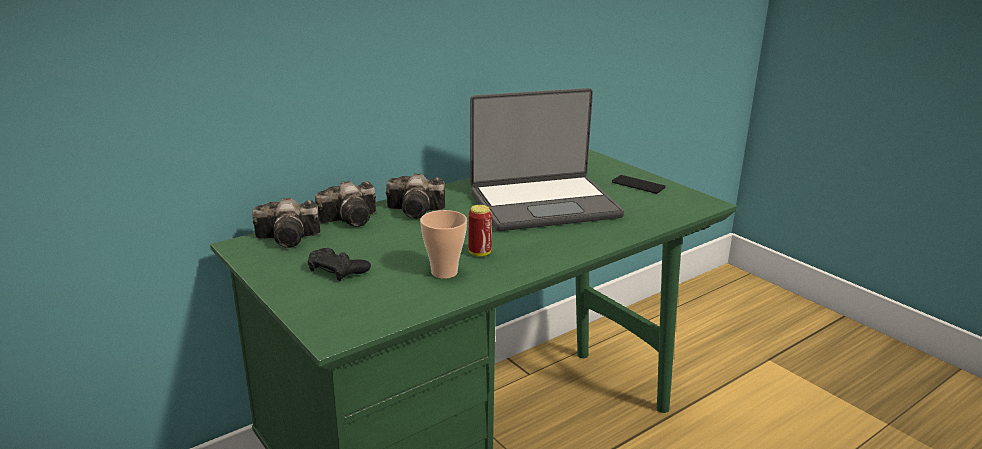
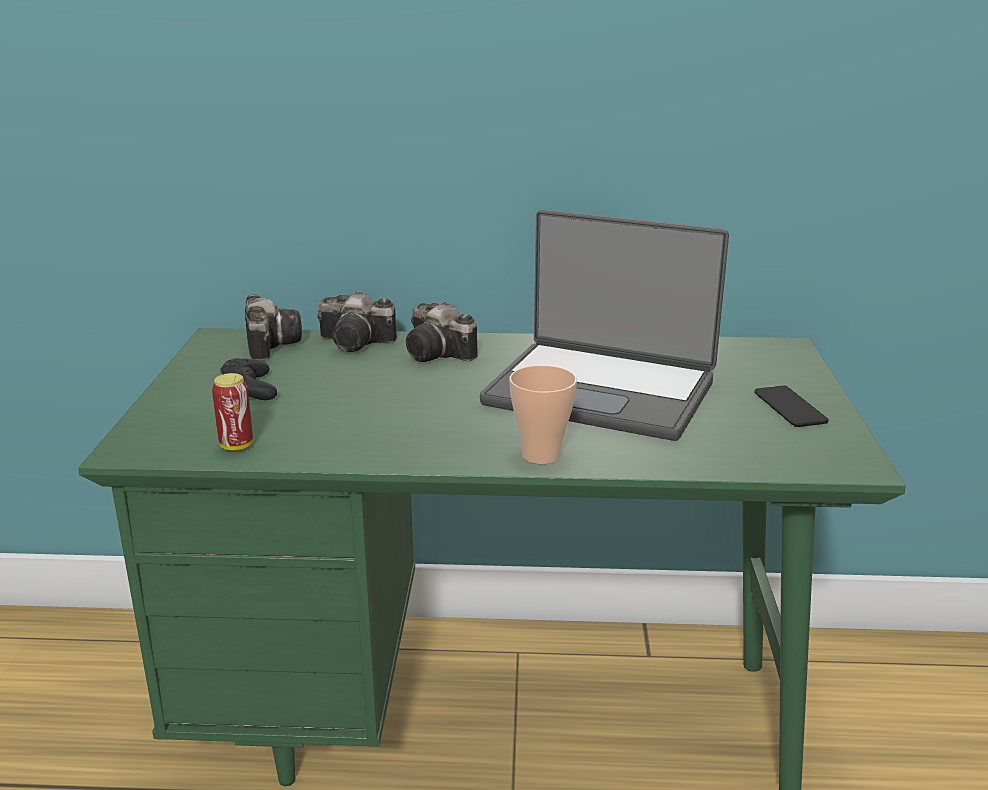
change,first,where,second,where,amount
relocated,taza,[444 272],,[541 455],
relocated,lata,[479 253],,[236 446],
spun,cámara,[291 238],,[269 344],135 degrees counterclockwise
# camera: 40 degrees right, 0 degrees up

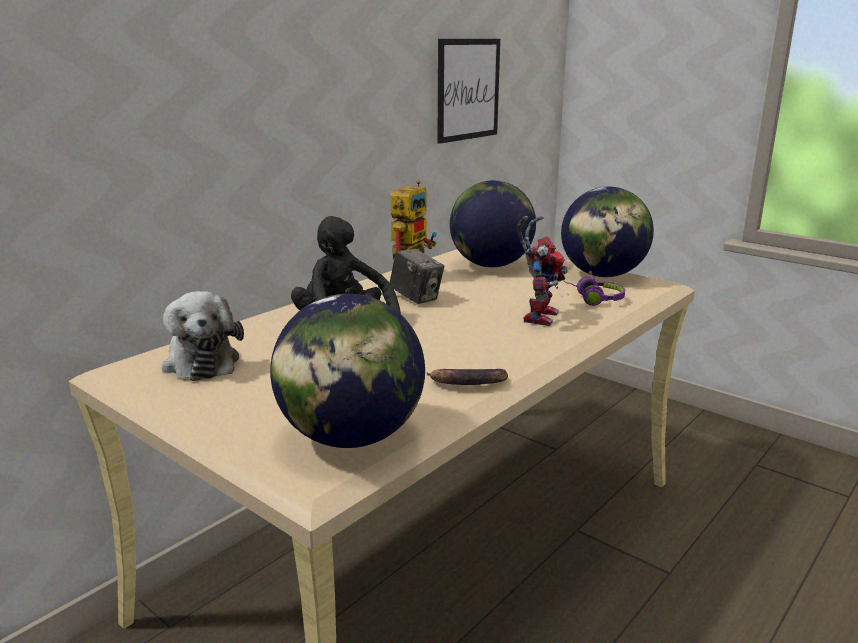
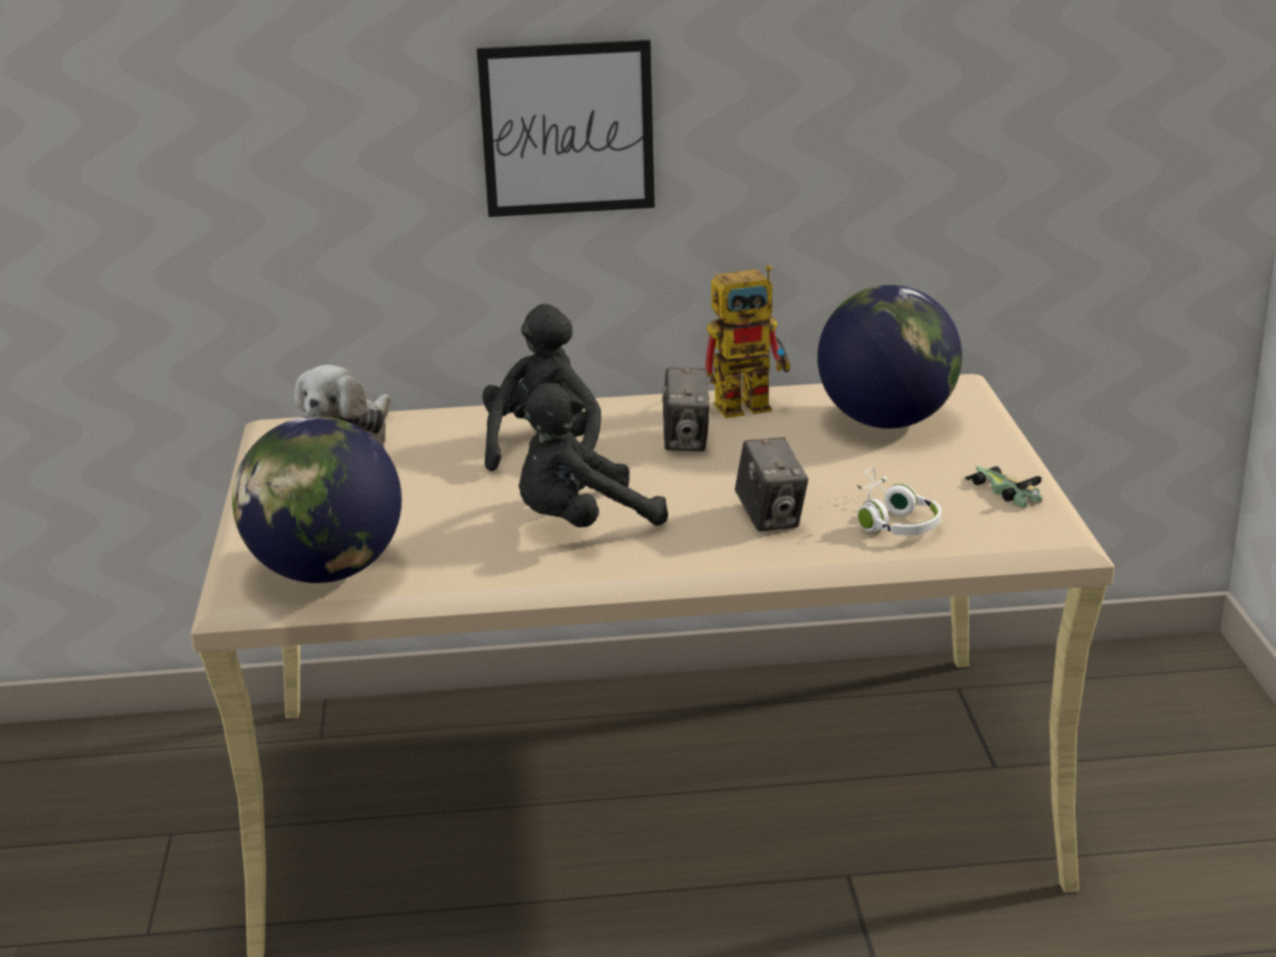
change,first,where,second,where,amount
missing,plátano,[467 383],,,
appeared,,,peluche [negro],[582 524],
relocated,cuadro,[468 89],,[567 129],
exchanged,robot de juguete,[538 315],cámara,[770 518],
exchanged,globo terráqueo,[602 275],coche de juguete,[1005 491],
colour,auriculares [morado],[590 299],auriculares [blanco],[892 520],
# camera: 45 degrees right, 5 degrees up

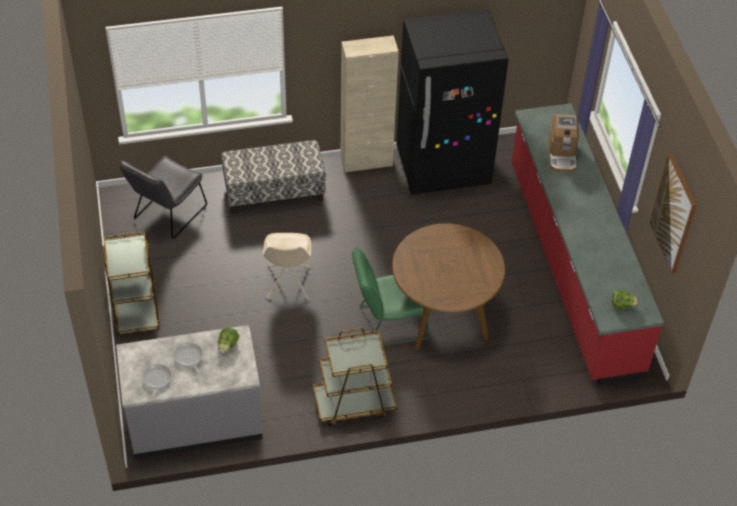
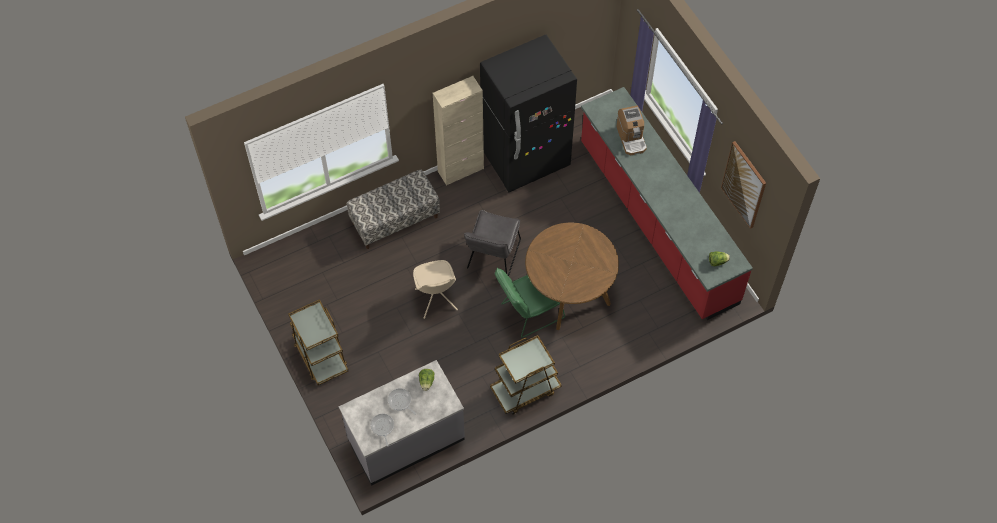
change,first,where,second,where,amount
relocated,silla [gris],[167 215],,[492 257],
# camera: 15 degrees left, 10 degrees up

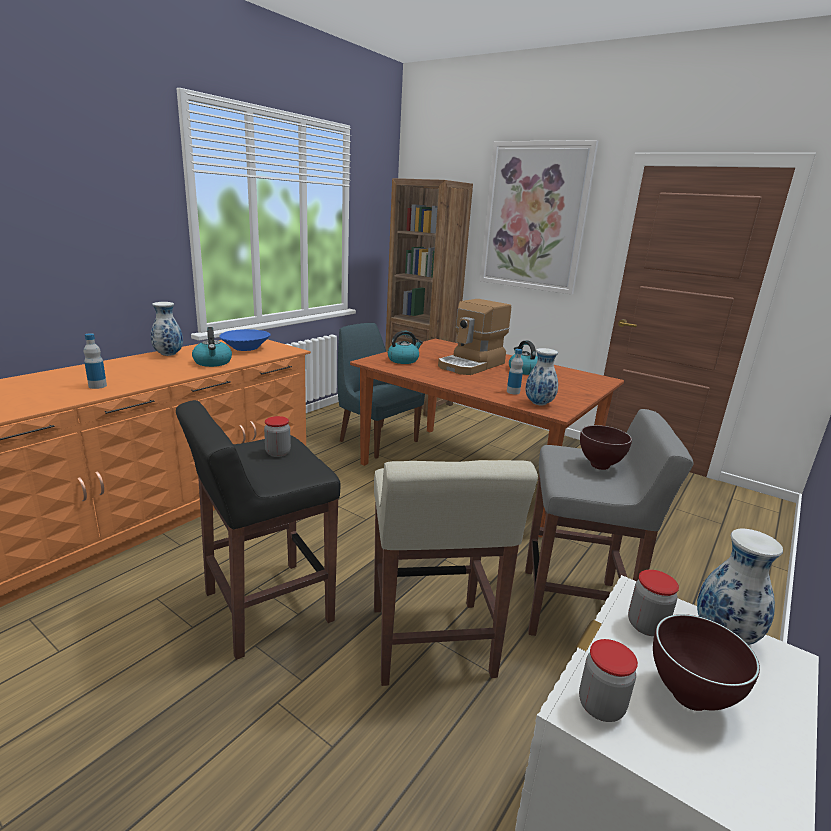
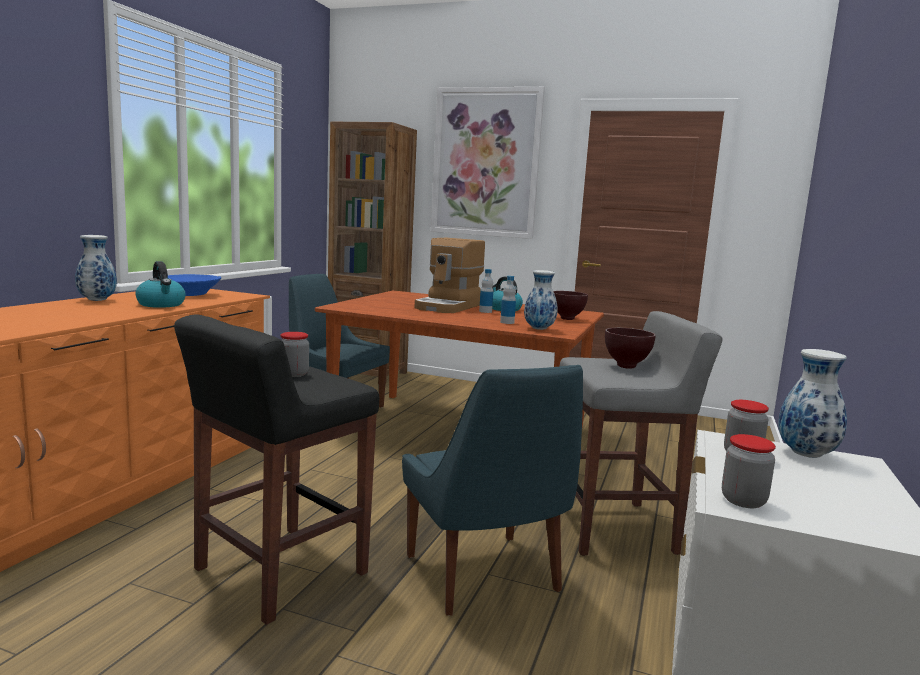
change,first,where,second,where,amount
missing,hervidor,[403 360],,,
relocated,botella,[97 386],,[485 311],
relocated,cuenco [marrón],[686 697],,[566 319],
exchanged,taburete [beis],[431 643],silla [azul],[484 576],
# camera: 15 degrees left, 10 degrees down

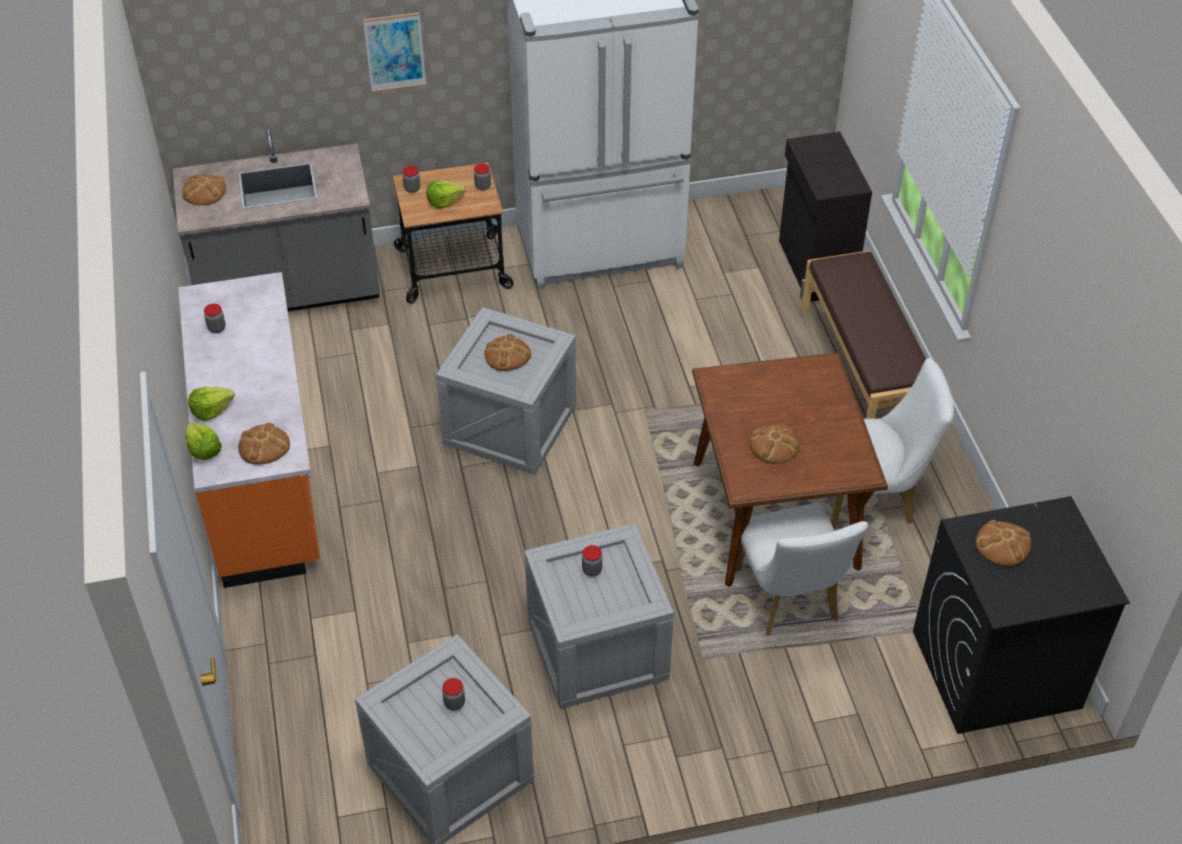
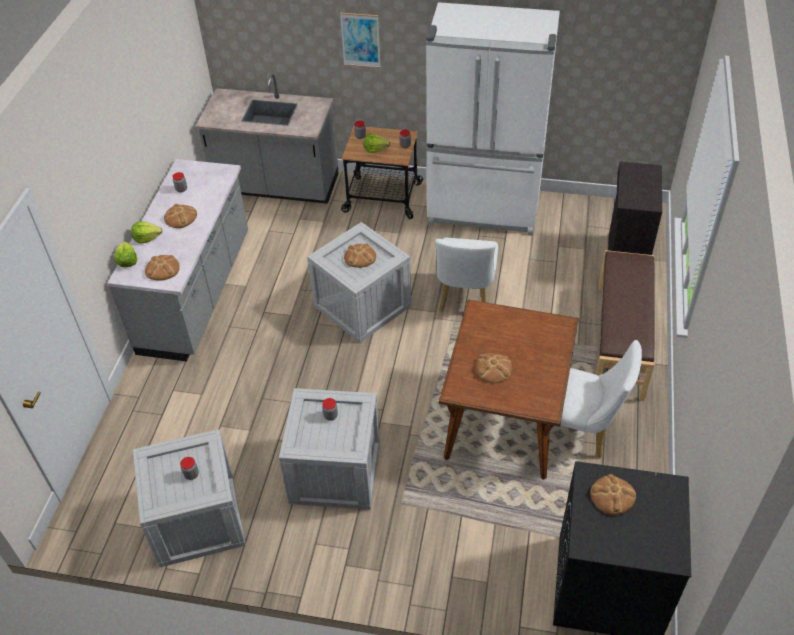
change,first,where,second,where,amount
relocated,pan,[204 191],,[180 217],
relocated,silla [blanco],[790 601],,[465 298],
colour,mueble bajo de cocina [naranja],[264 476],mueble bajo de cocina [gris],[197 293],
# camera: 25 degrees right, 0 degrees up

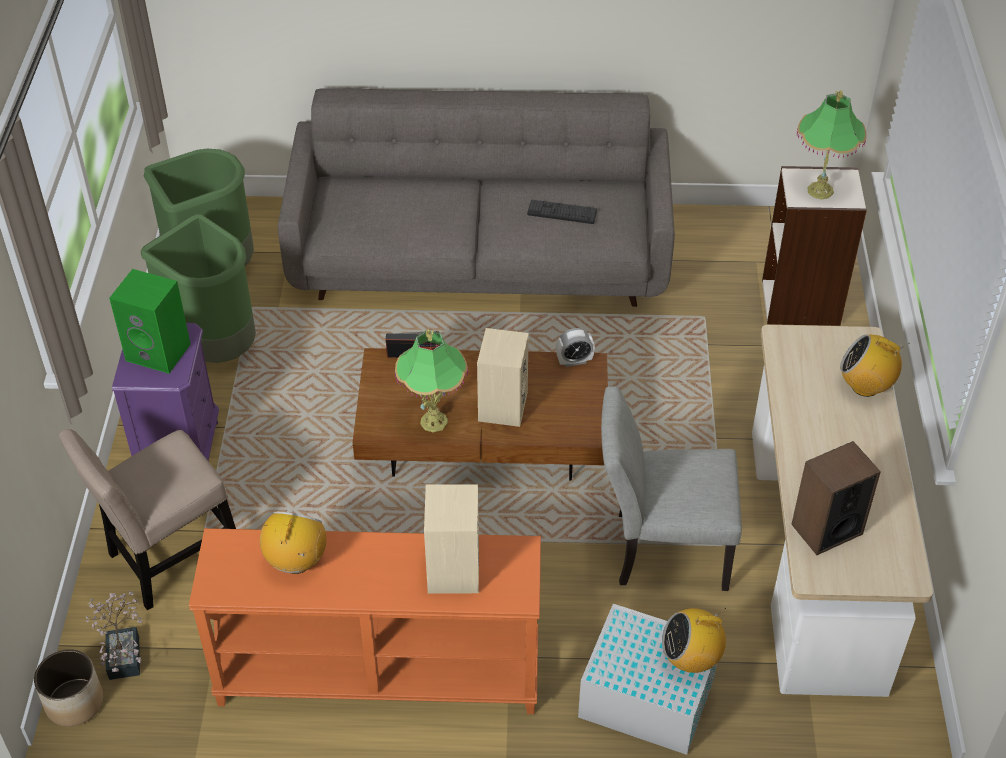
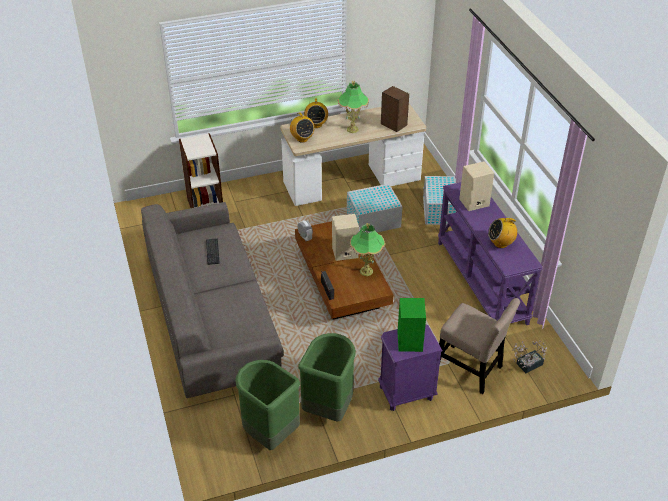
change,first,where,second,where,amount
missing,maceta,[74 703],,,
relocated,radio,[691 659],,[302 139],
relocated,lámpara de mesa,[820 191],,[352 129],
exchanged,silla [gris],[660 549],caja de almacenaje [blanco],[372 220],
colour,mesa consola [naranja],[378 675],mesa consola [morado],[482 282],
# camera: 110 degrees left, 5 degrees down

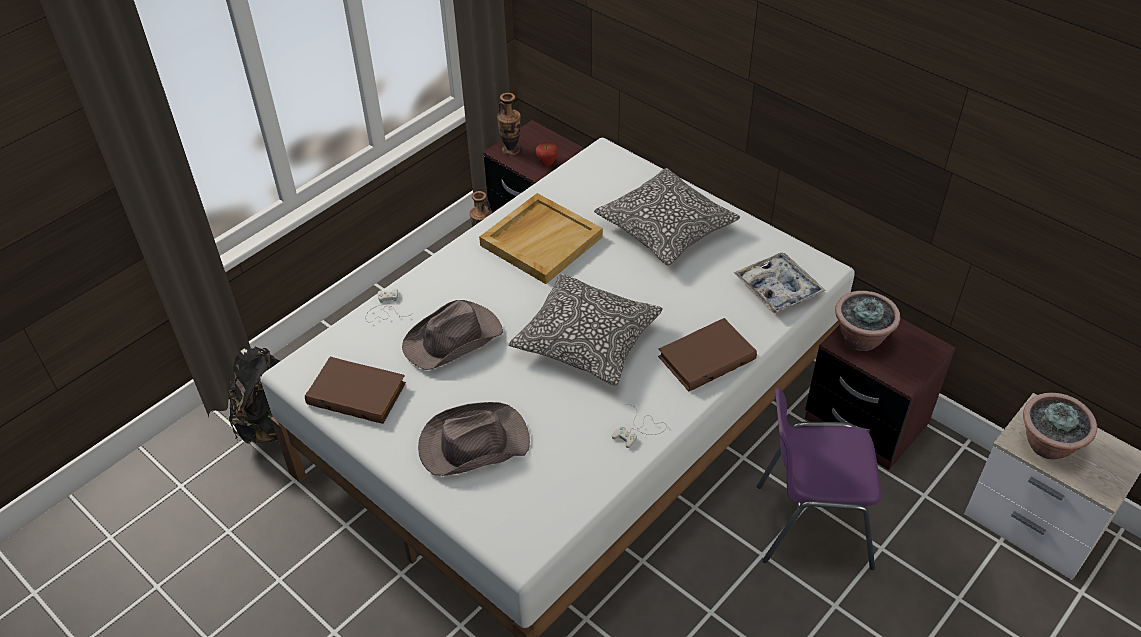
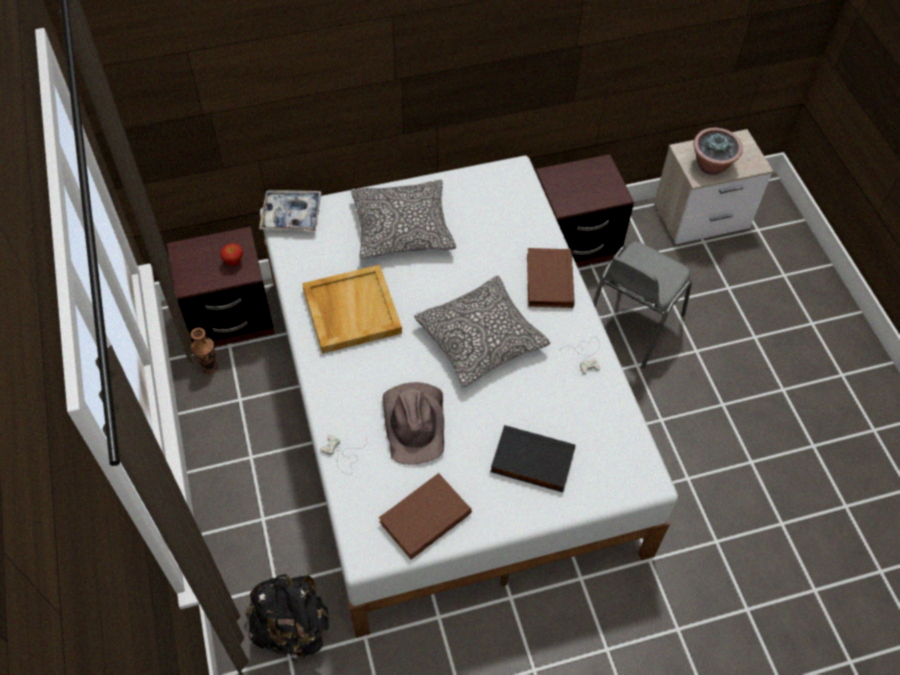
change,first,where,second,where,amount
missing,florero,[511 150],,,
missing,planta en maceta,[860 338],,,
relocated,bandeja,[778 289],,[291 215],
exchanged,sombrero [marrón],[472 444],libro [negro],[531 462],
colour,silla [morado],[809 524],silla [gris],[631 325],
# camera: 60 degrees left, 10 degrees up

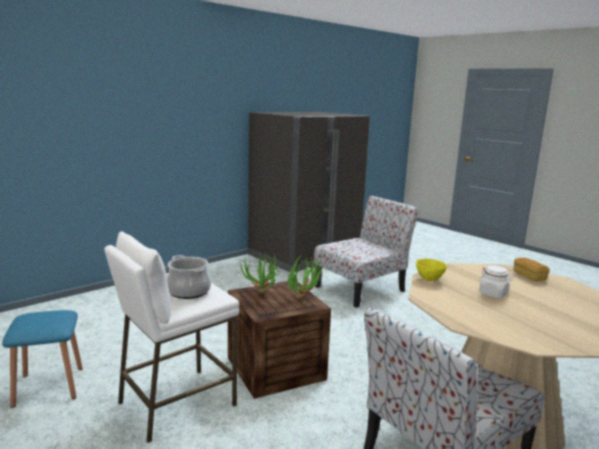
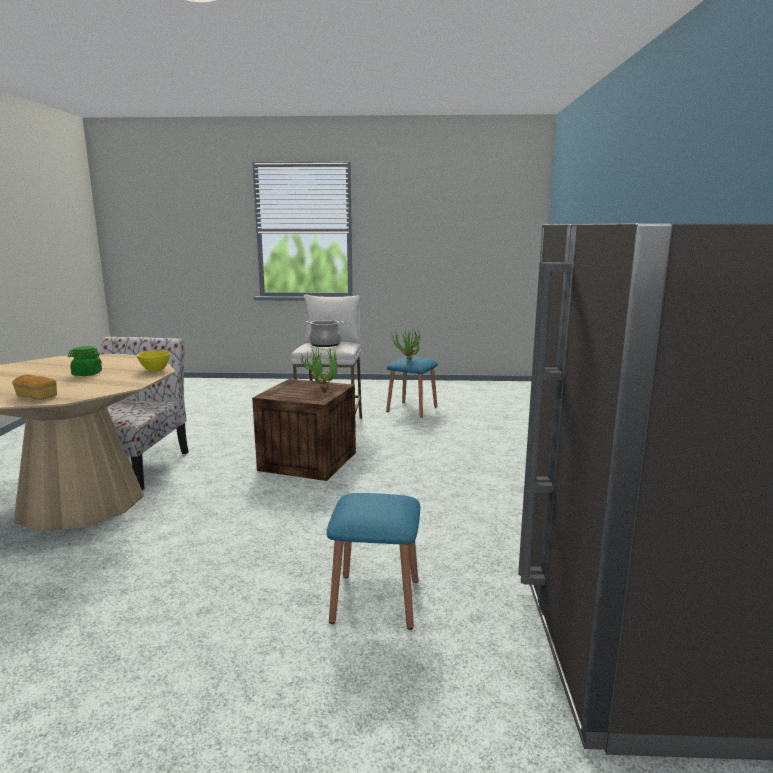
change,first,where,second,where,amount
relocated,planta en maceta,[305 298],,[408 361],
exchanged,silla,[361 288],taburete [azul],[375 600],
colour,tarro [blanco],[493 294],tarro [verde],[87 374],
# camera: 135 degrees right, 0 degrees up

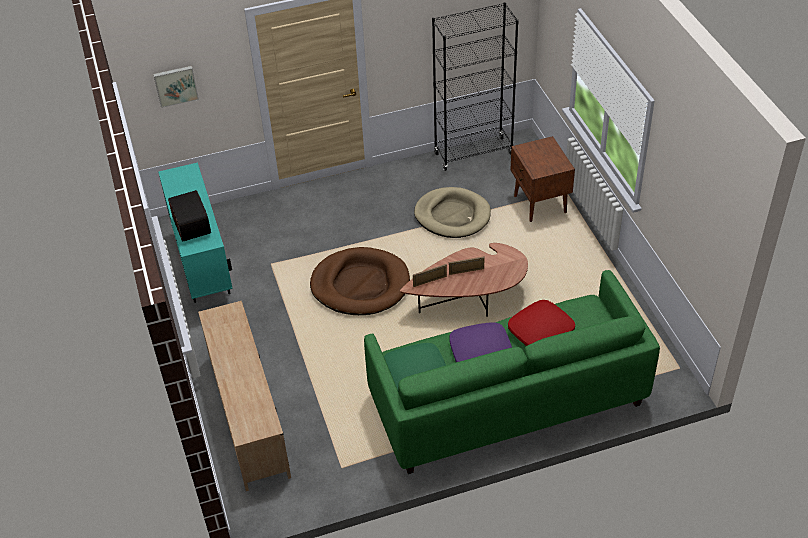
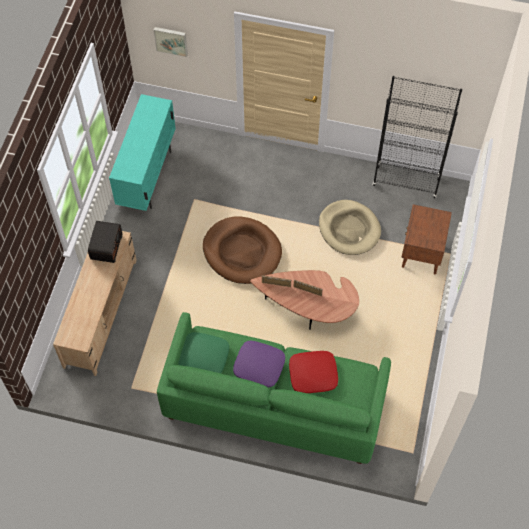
change,first,where,second,where,amount
relocated,radio,[190 225],,[106 247],
# camera: 30 degrees right, 15 degrees up

